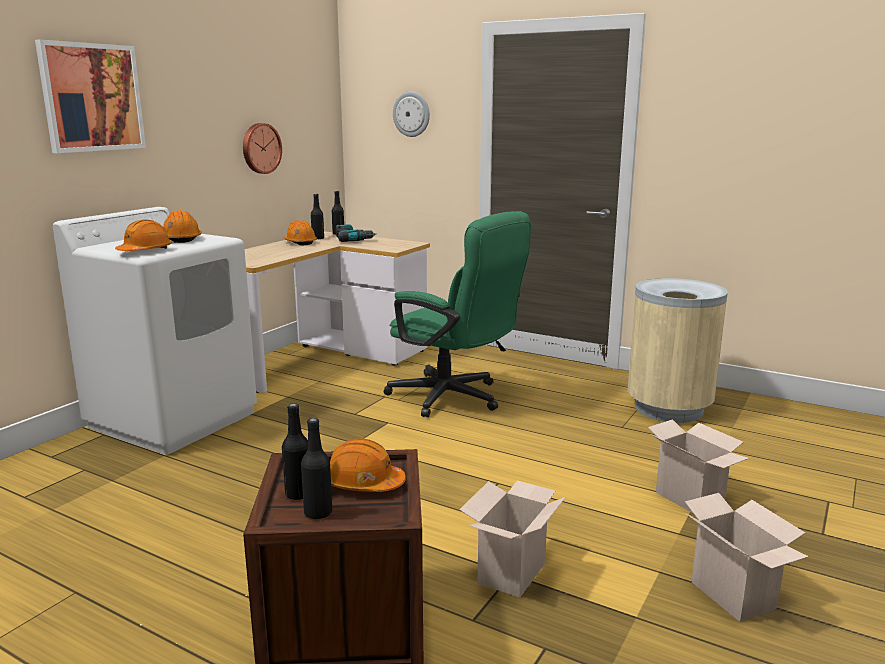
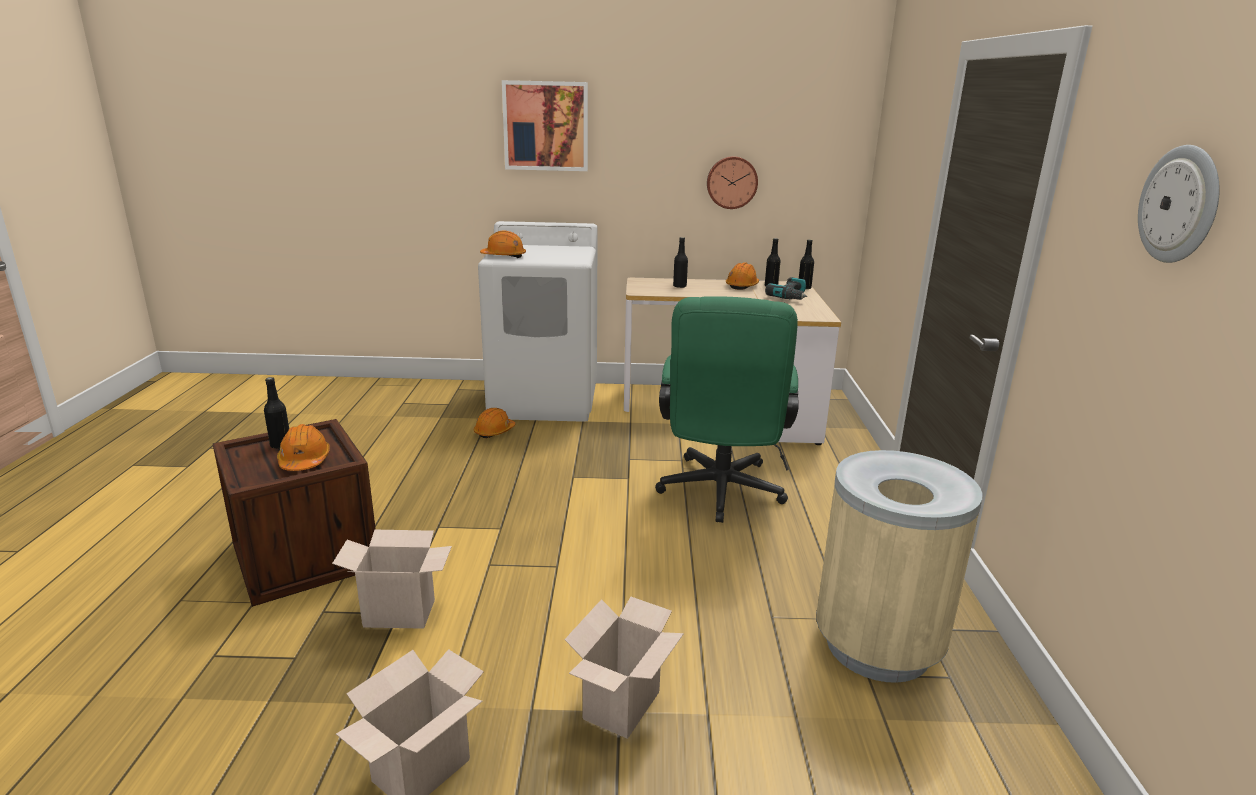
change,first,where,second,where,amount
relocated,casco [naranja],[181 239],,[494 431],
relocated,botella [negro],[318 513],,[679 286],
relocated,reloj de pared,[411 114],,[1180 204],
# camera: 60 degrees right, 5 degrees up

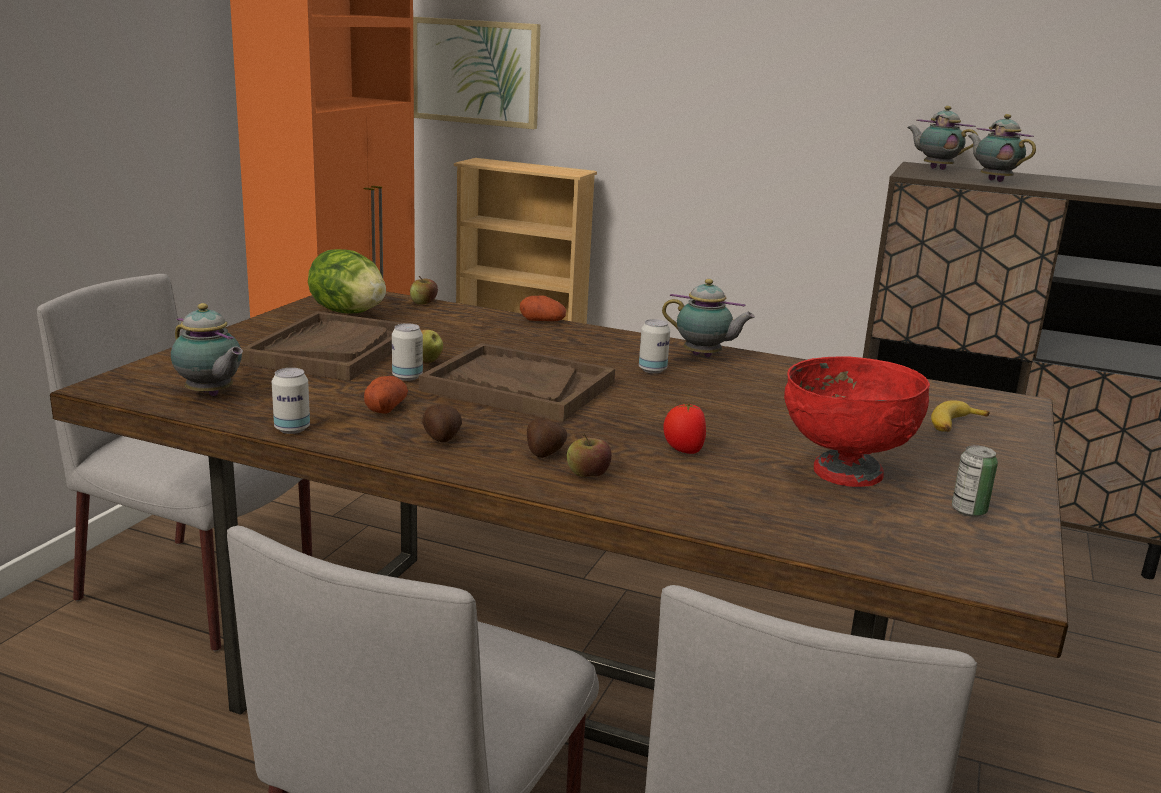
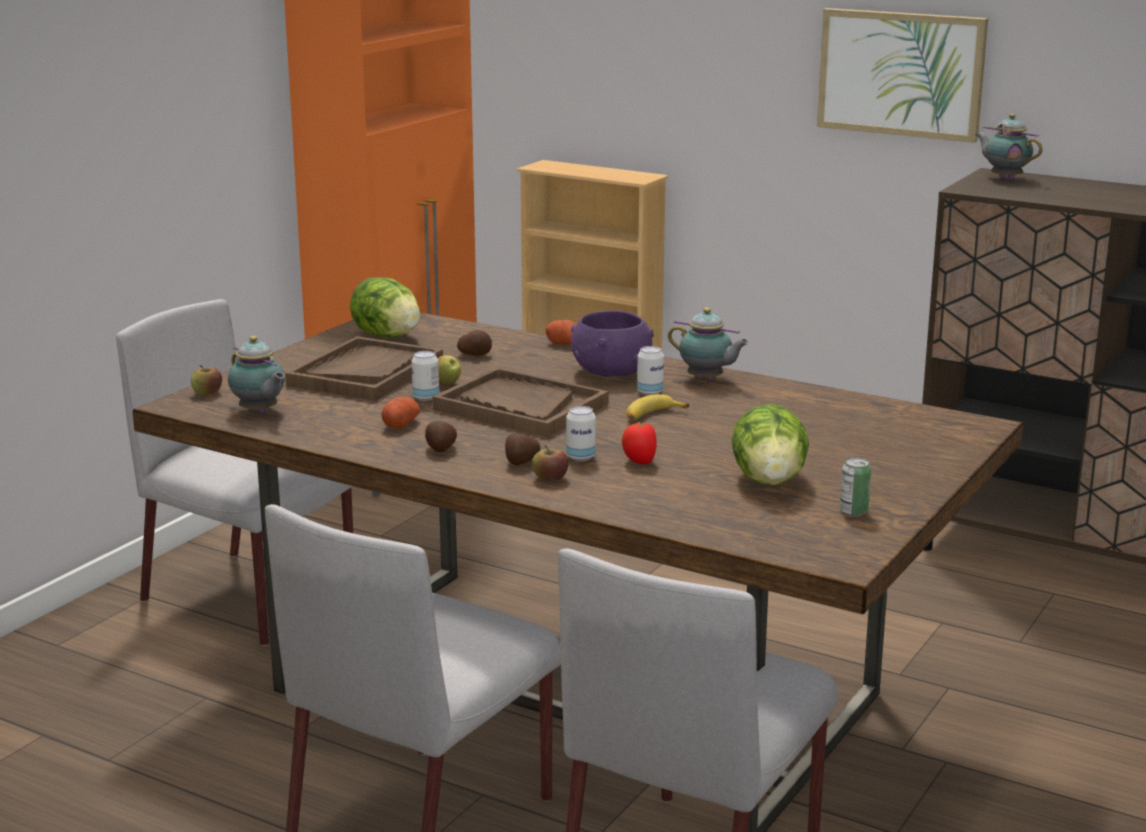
change,first,where,second,where,amount
missing,tetera,[993 180],,,
appeared,,,patata,[475 355],
appeared,,,cuenco [morado],[611 371],
relocated,lata,[292 429],,[580 457],
relocated,manzana,[423 303],,[207 393],
relocated,cuadro,[476 72],,[901 73],
relocated,plátano,[955 426],,[652 415],
exchanged,cuenco [rojo],[845 472],lechuga,[769 481],
# camera: 10 degrees right, 0 degrees up

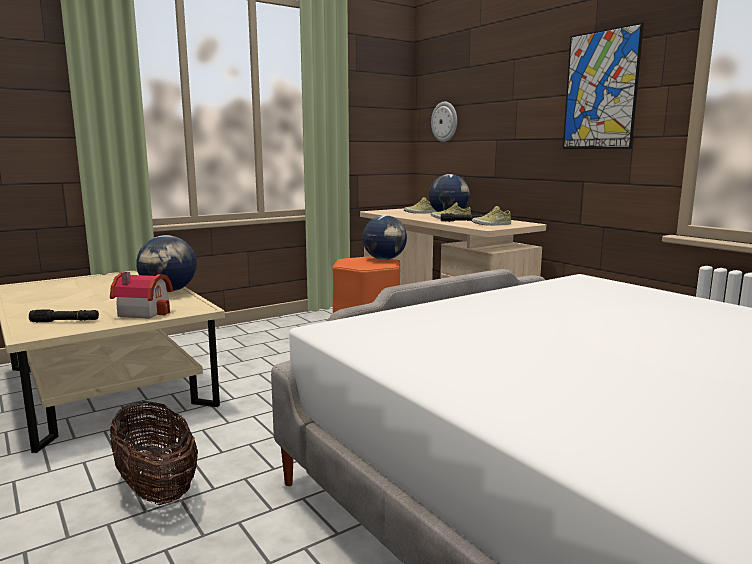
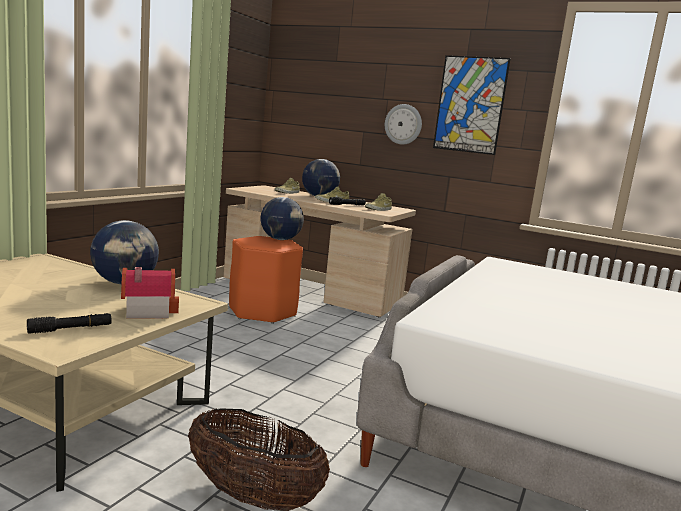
change,first,where,second,where,amount
relocated,reloj de pared,[445 121],,[403 124],
# camera: 30 degrees left, 0 degrees up

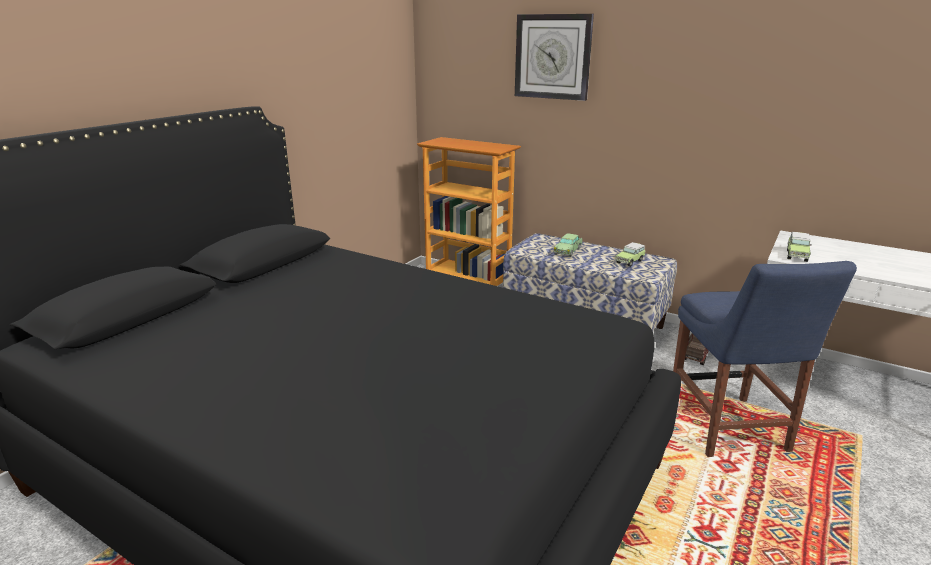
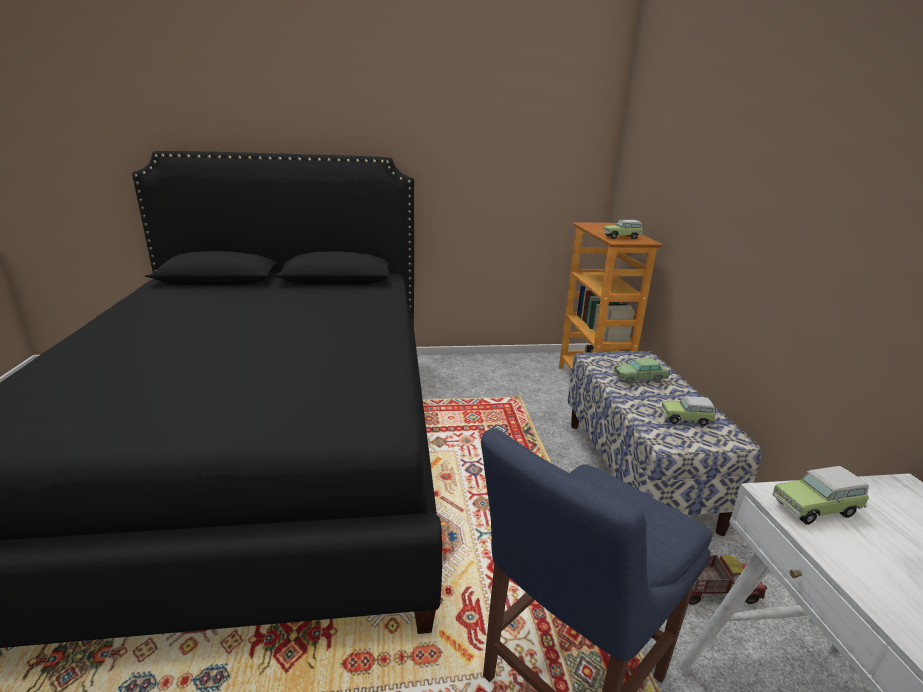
change,first,where,second,where,amount
missing,reloj de pared,[552 57],,,
appeared,,,coche de juguete,[622 237],
# camera: 50 degrees right, 0 degrees up

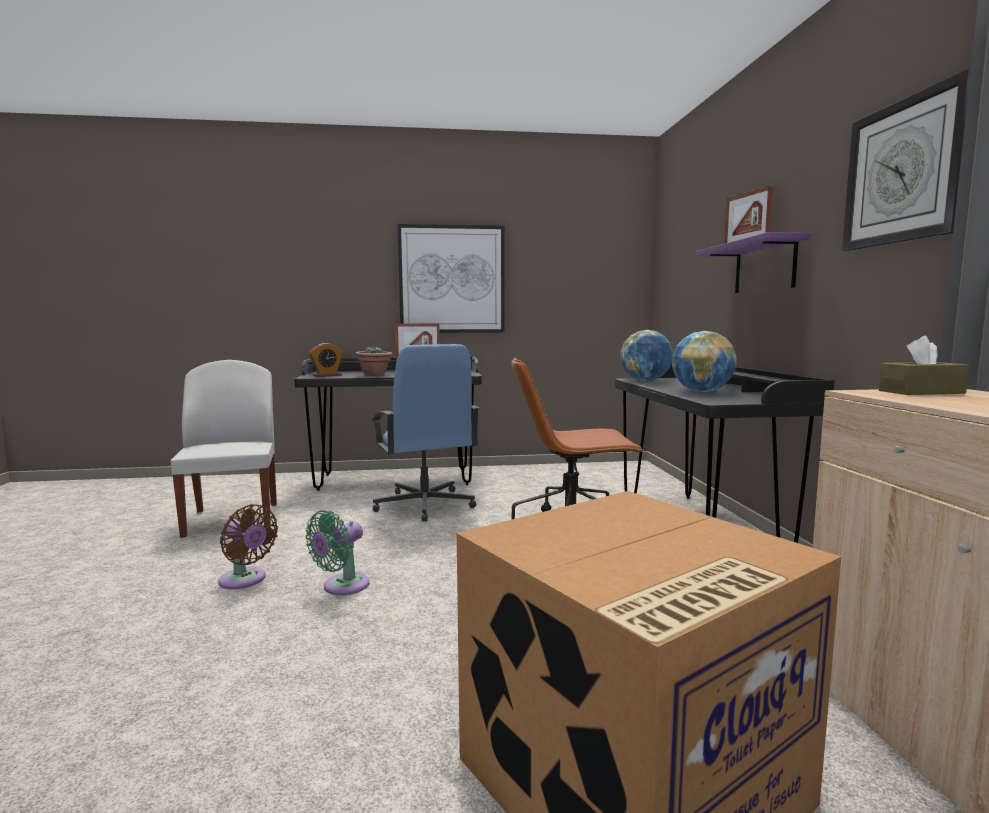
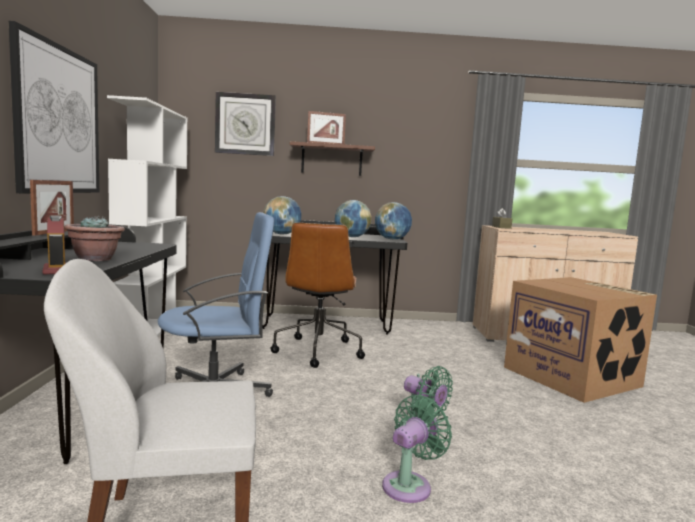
change,first,where,second,where,amount
appeared,,,estantería [blanco],[152 326],
appeared,,,globo terráqueo,[392 239],
relocated,reloj de pared,[904 172],,[245 124],
colour,ventilador [marrón],[245 580],ventilador [verde],[409 485],
colour,estante [morado],[764 267],estante [marrón],[331 160],
# camera: 85 degrees left, 0 degrees up

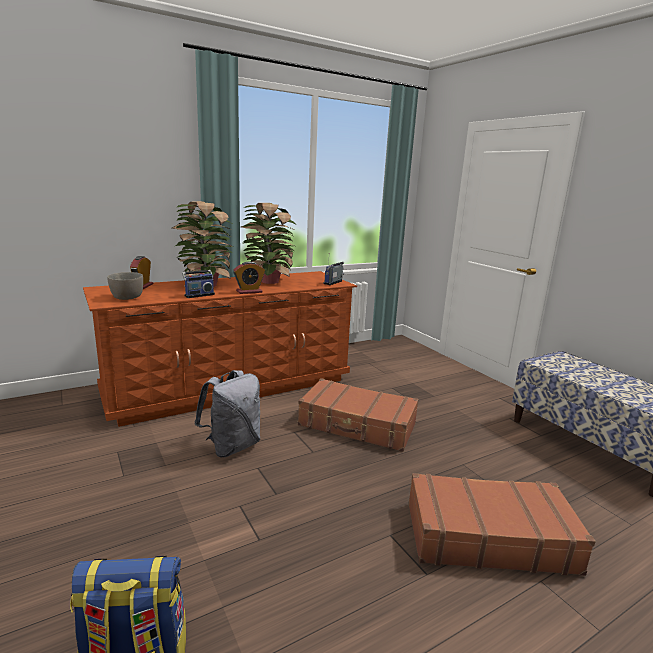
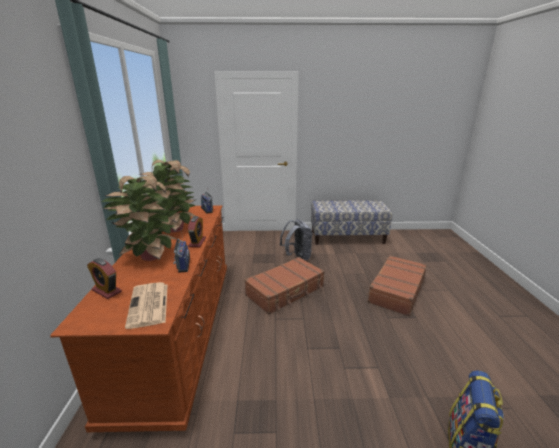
change,first,where,second,where,amount
relocated,mochila [gris],[232 446],,[297 257],
exchanged,cuenco [gris],[127 298],periódico,[149 305],
# camera: 60 degrees left, 5 degrees up

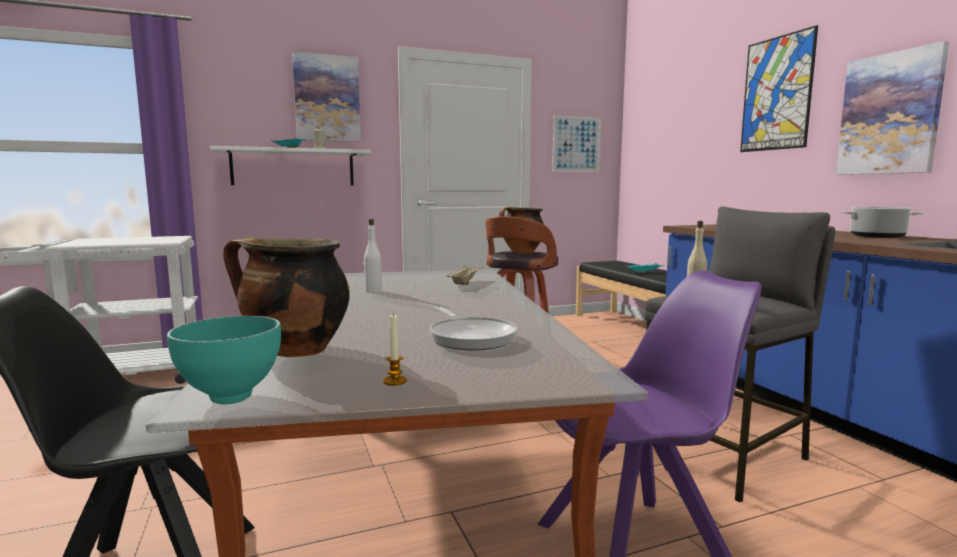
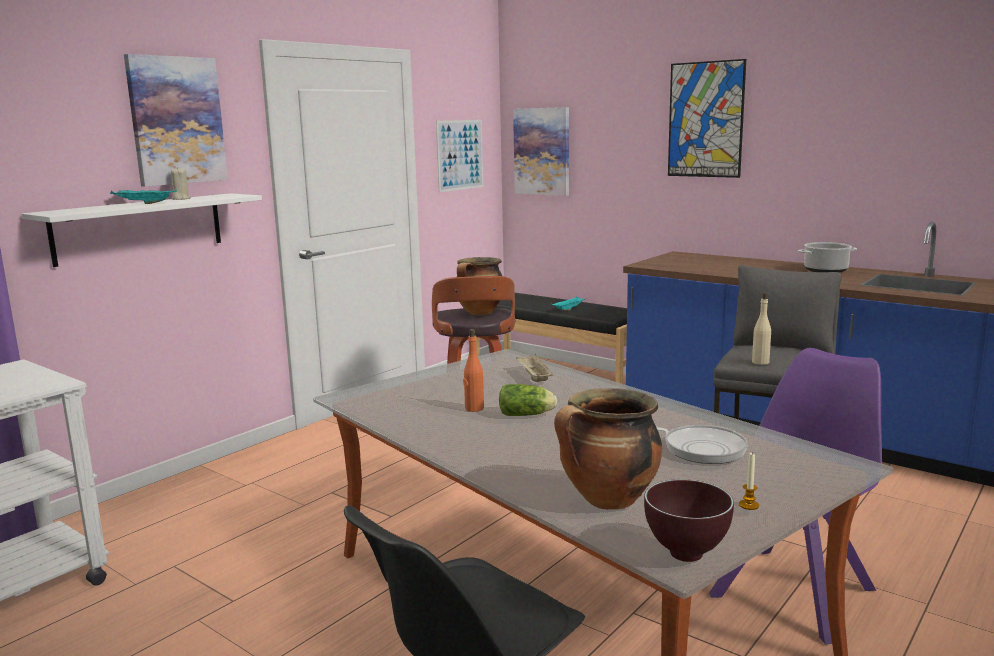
change,first,where,second,where,amount
appeared,,,lechuga,[528 415],
relocated,cuadro,[889 114],,[542 151],
colour,cuenco [turquesa],[230 398],cuenco [marrón],[684 555],
colour,botella [blanco],[373 291],botella [naranja],[474 408],
# camera: 30 degrees left, 5 degrees up

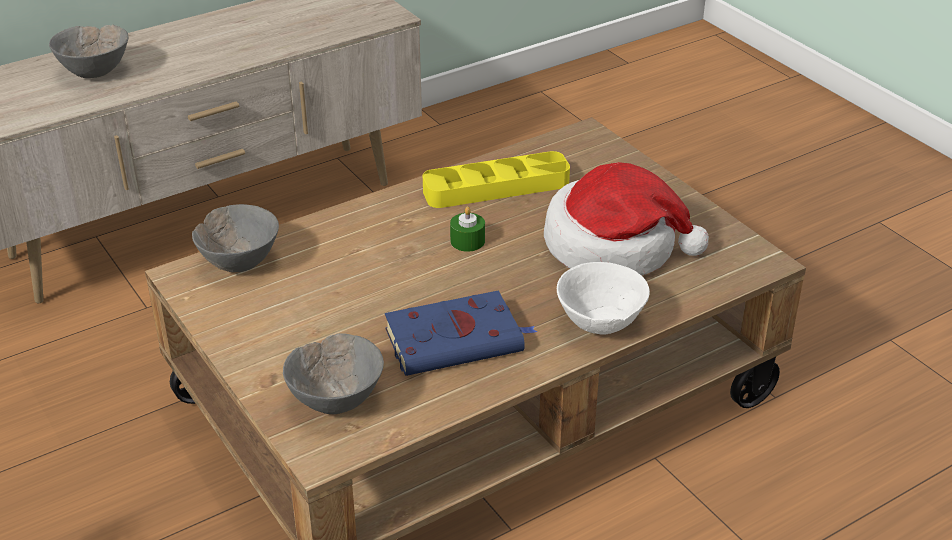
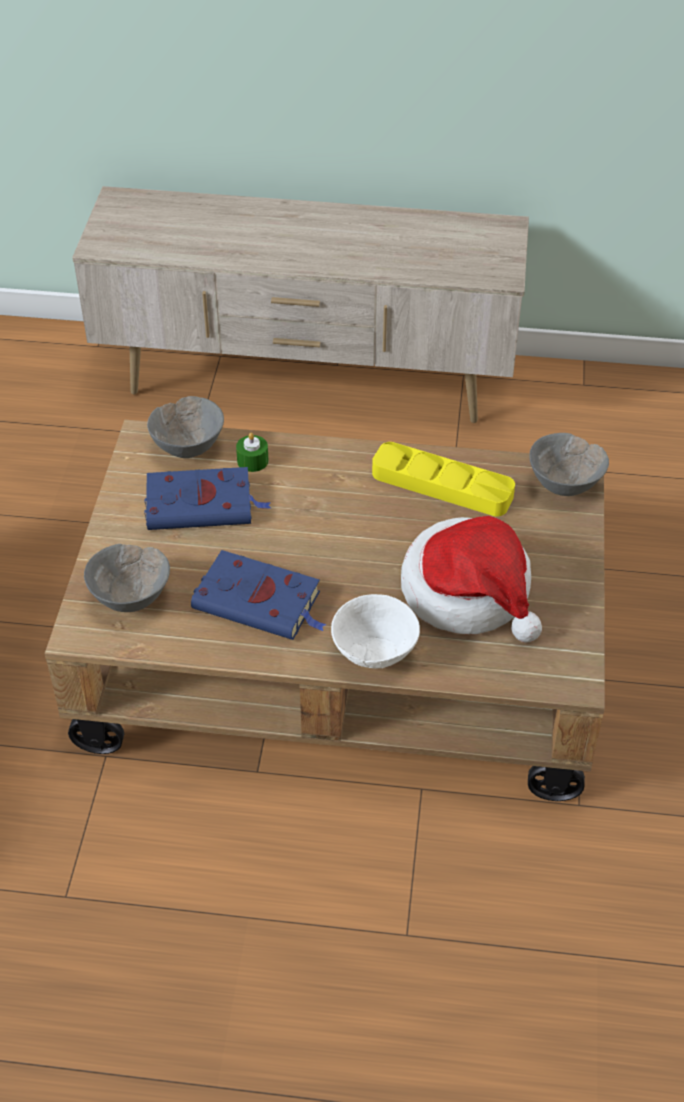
change,first,where,second,where,amount
appeared,,,libro [azul],[202 505],
relocated,cuenco [gris],[95 72],,[564 485],
relocated,vela [verde],[467 241],,[252 461],
# camera: 40 degrees right, 10 degrees up

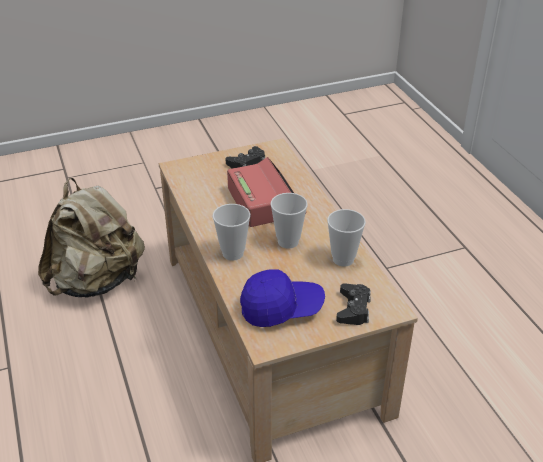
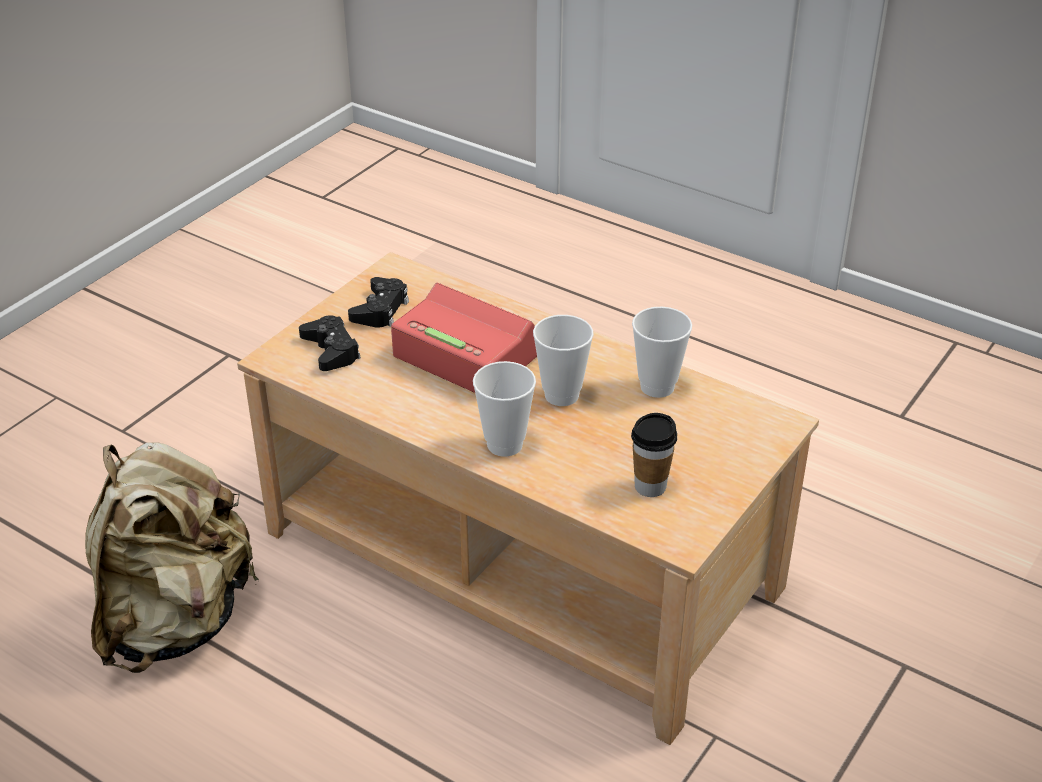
change,first,where,second,where,amount
relocated,mando de consola [negro],[353 309],,[331 350],
exchanged,gorra [azul],[281 308],taza,[650 486],
# camera: 35 degrees left, 0 degrees up

